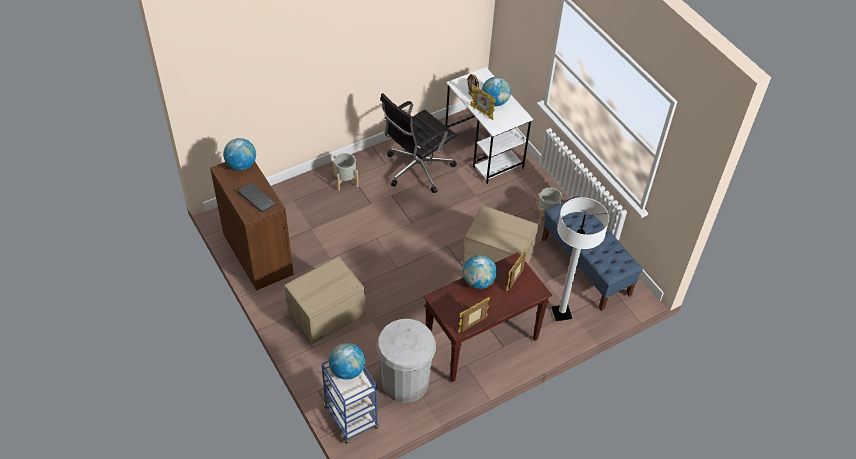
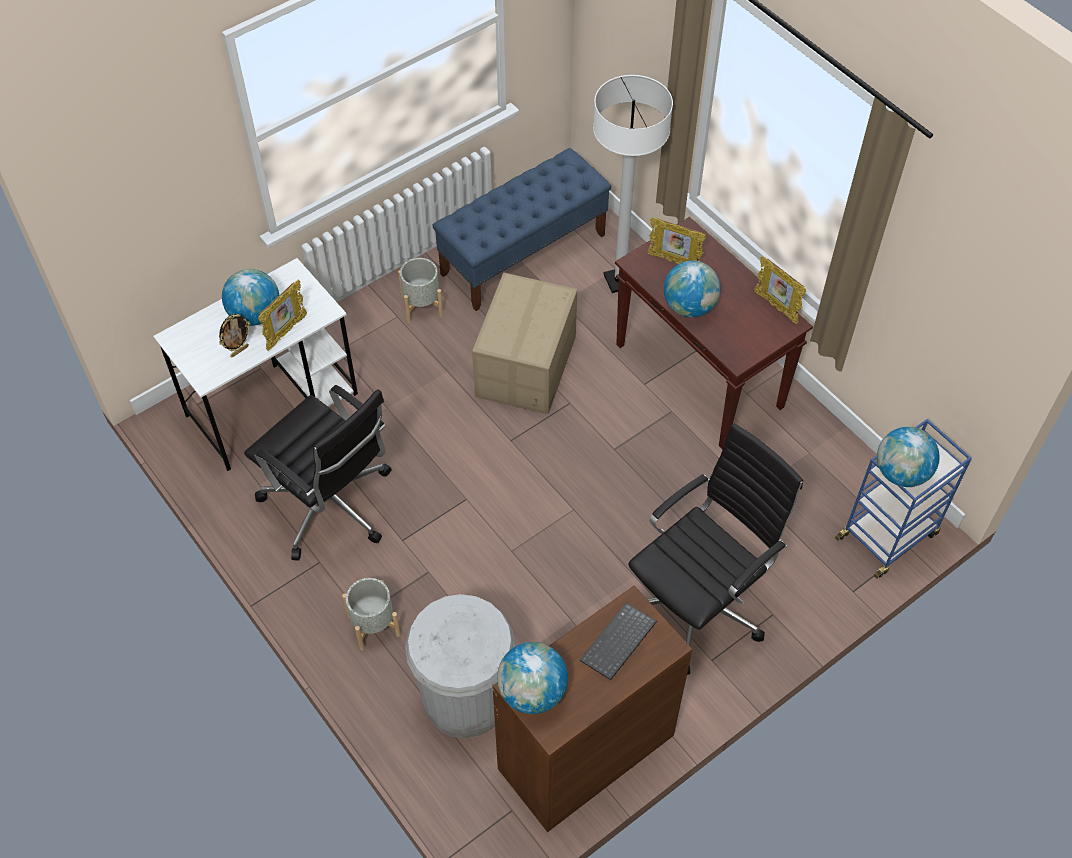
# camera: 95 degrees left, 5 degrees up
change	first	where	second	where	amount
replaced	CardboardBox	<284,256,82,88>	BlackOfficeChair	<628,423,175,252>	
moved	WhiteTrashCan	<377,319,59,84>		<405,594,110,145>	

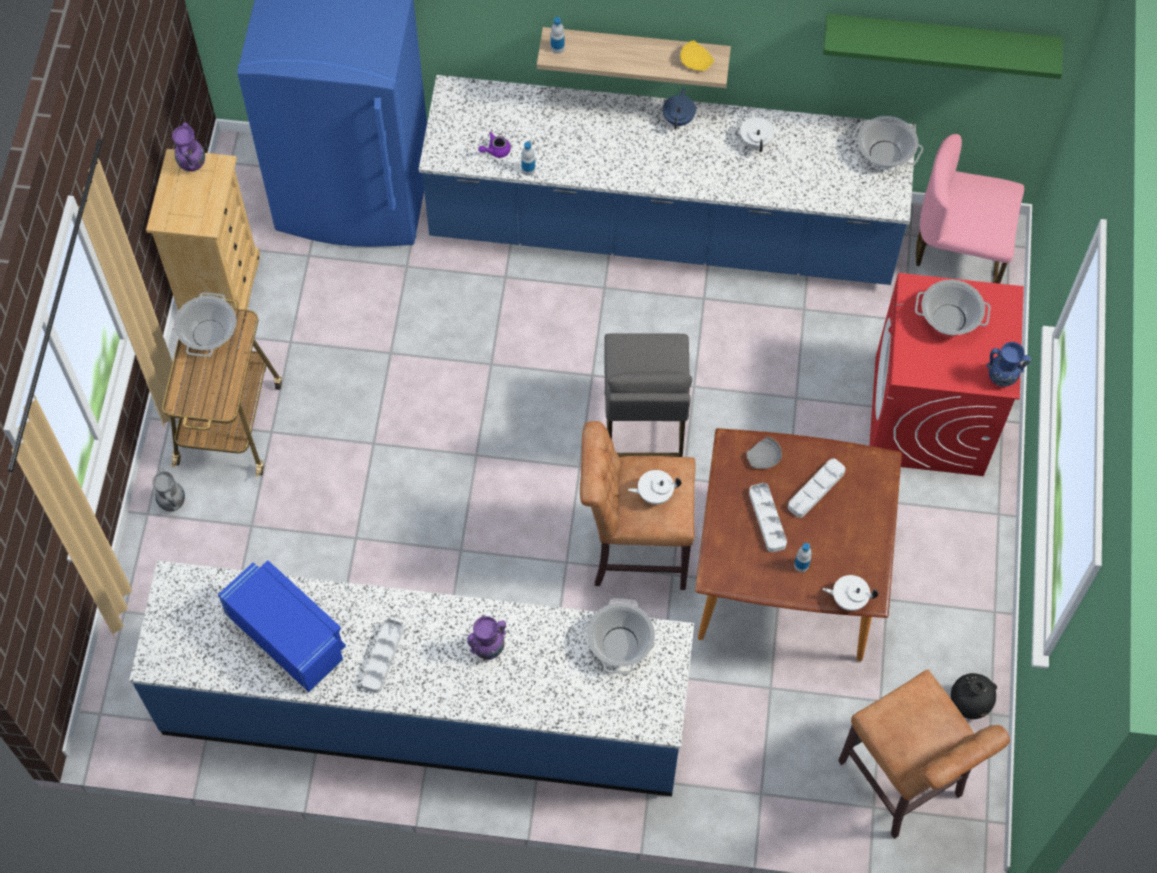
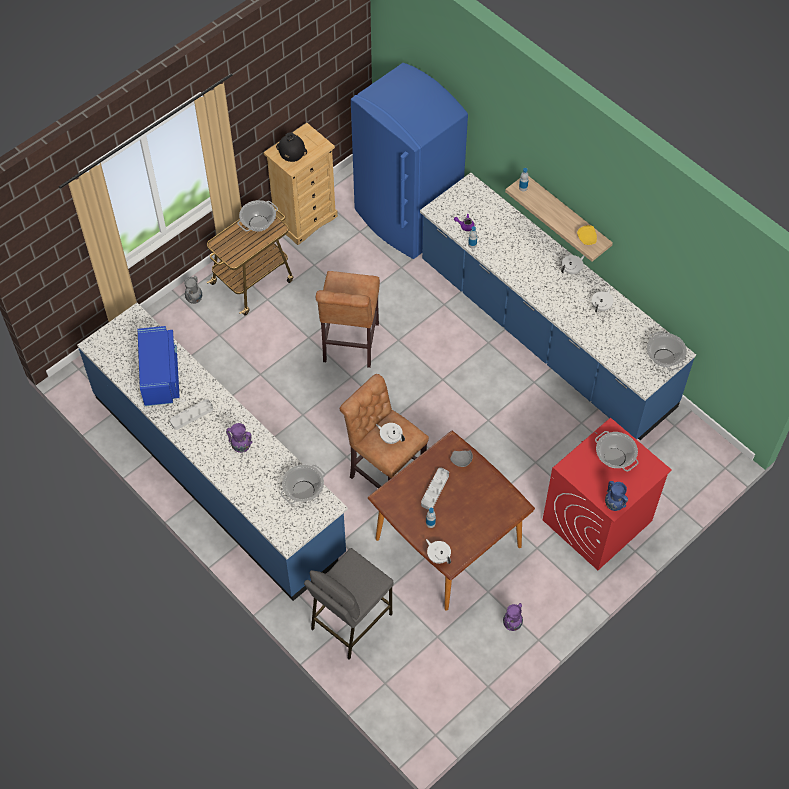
# camera: 40 degrees right, 5 degrees down
change	first	where	second	where	amount
removed	GreenShelf	<823,14,240,65>			
recoloured	BlueTeapot	<663,88,33,42>	WhiteTeapot	<561,255,24,19>	
moved	PurpleVase	<172,123,33,49>		<503,603,20,28>	
removed	PinkChair	<916,134,108,150>			
moved	GreyStool	<604,333,88,124>		<304,548,90,112>	
removed	GreyTray	<788,459,57,59>			
moved	BrownStool	<838,670,172,169>		<316,271,64,97>	
moved	BlackVase	<951,673,46,46>		<276,132,31,30>	

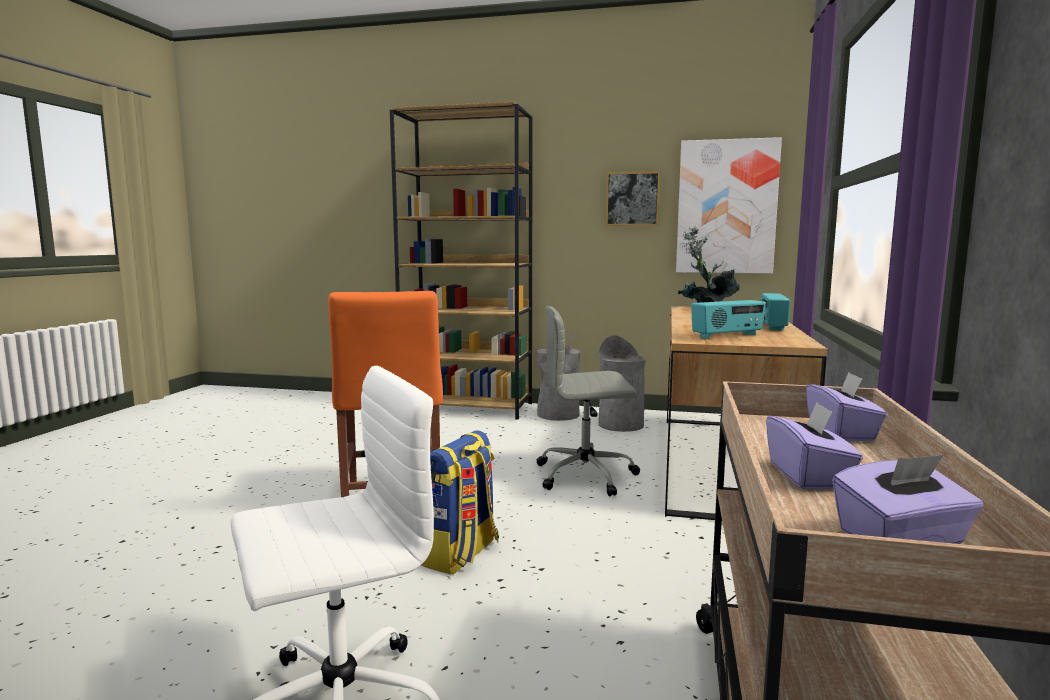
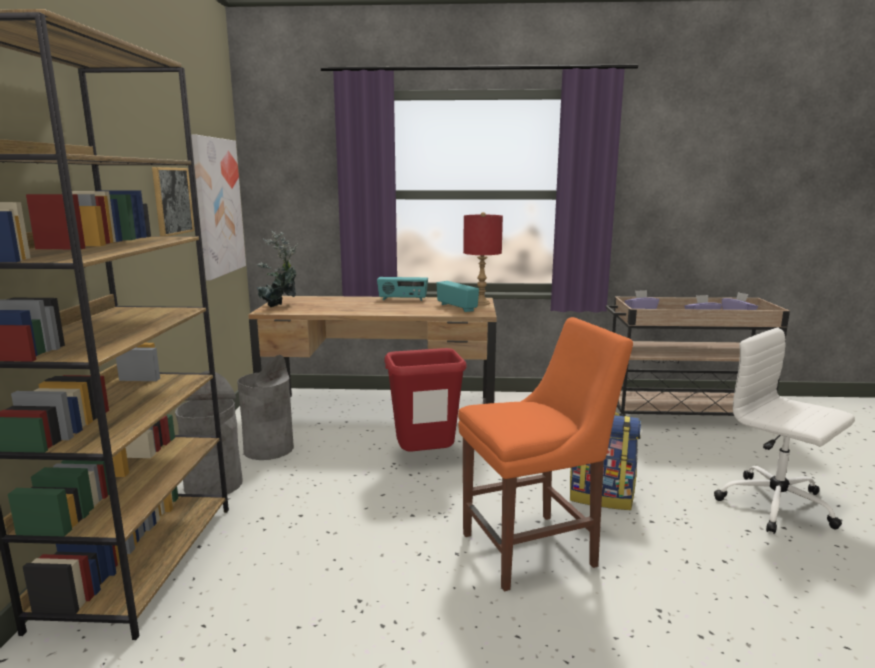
# camera: 100 degrees left, 5 degrees up
change	first	where	second	where	amount
replaced	GreyOfficeChair	<537,306,103,191>	RedTrashCan	<384,348,83,103>	
added			RedTableLamp	<463,212,40,93>	

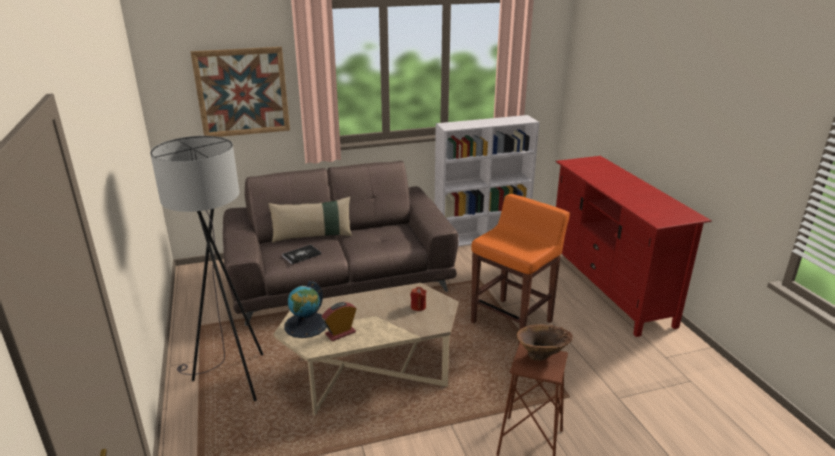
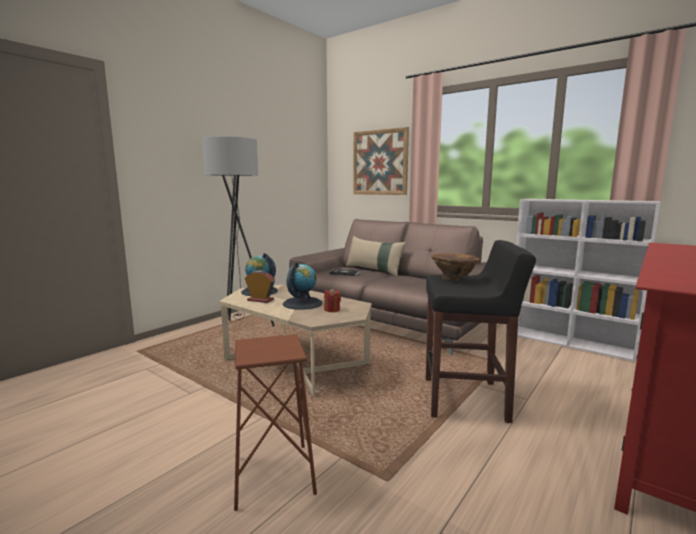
# camera: 55 degrees right, 15 degrees down
change	first	where	second	where	amount
recoloured	OrangeStool	<471,194,99,151>	BlackStool	<426,240,110,183>	
moved	BrownVase	<517,324,56,37>		<431,253,49,28>	
added			Globe	<283,262,39,48>	

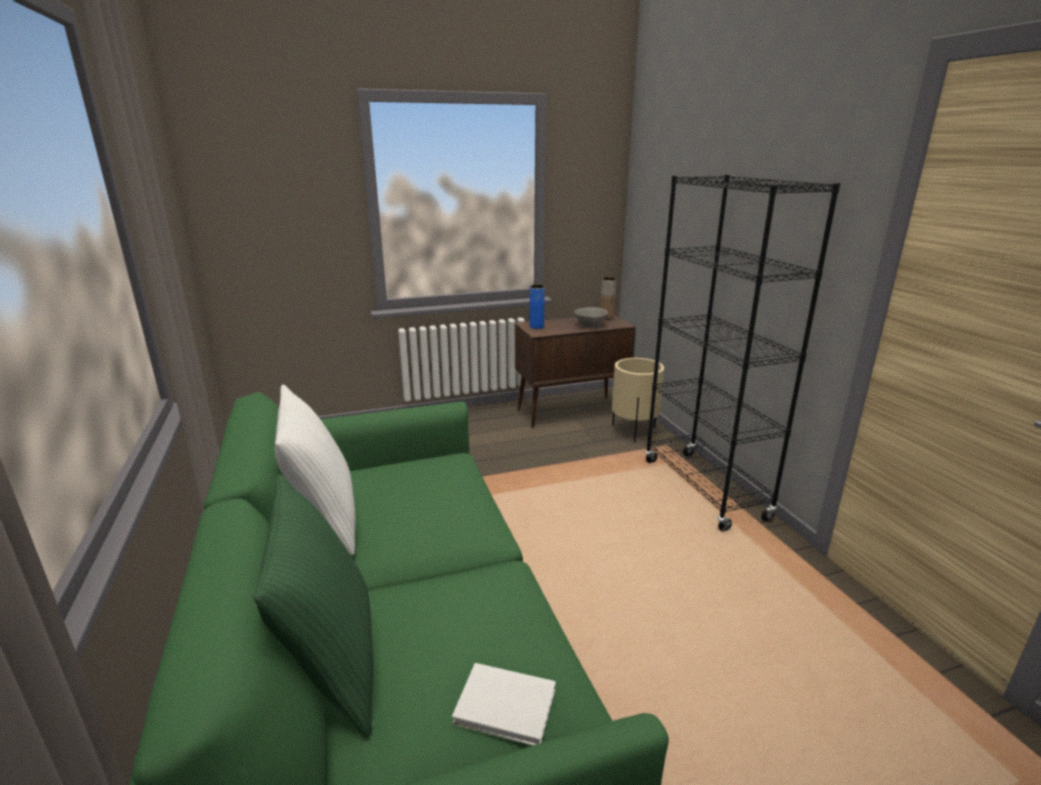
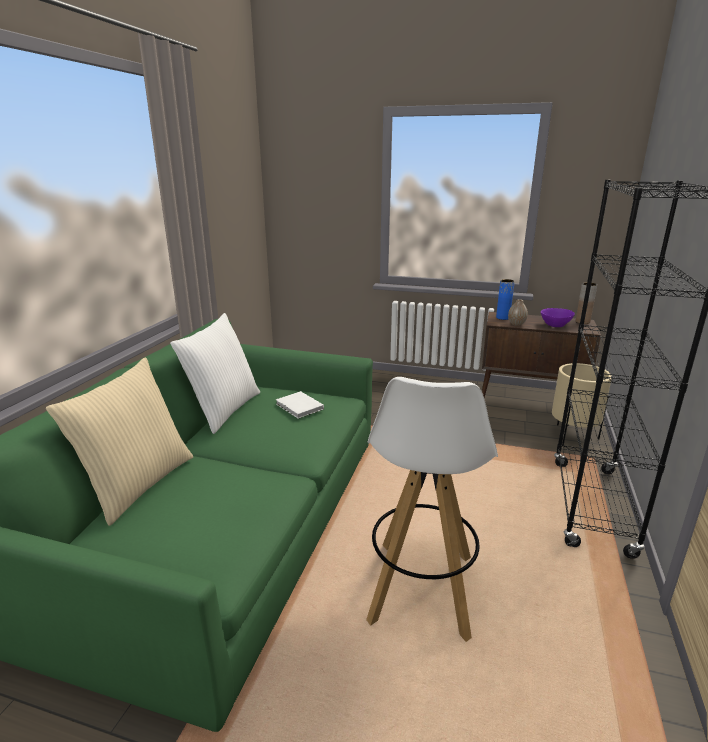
# camera: 35 degrees right, 0 degrees up
change	first	where	second	where	amount
recoloured	GreyBowl	<575,307,33,20>	PurpleBowl	<541,308,34,19>	
recoloured	GreenPillow	<254,474,119,263>	BeigePillow	<46,357,147,169>	
moved	WhiteBook	<452,663,104,83>		<276,391,48,28>	
added			Vase	<508,299,20,27>	
added			WhiteStool	<366,377,132,265>	

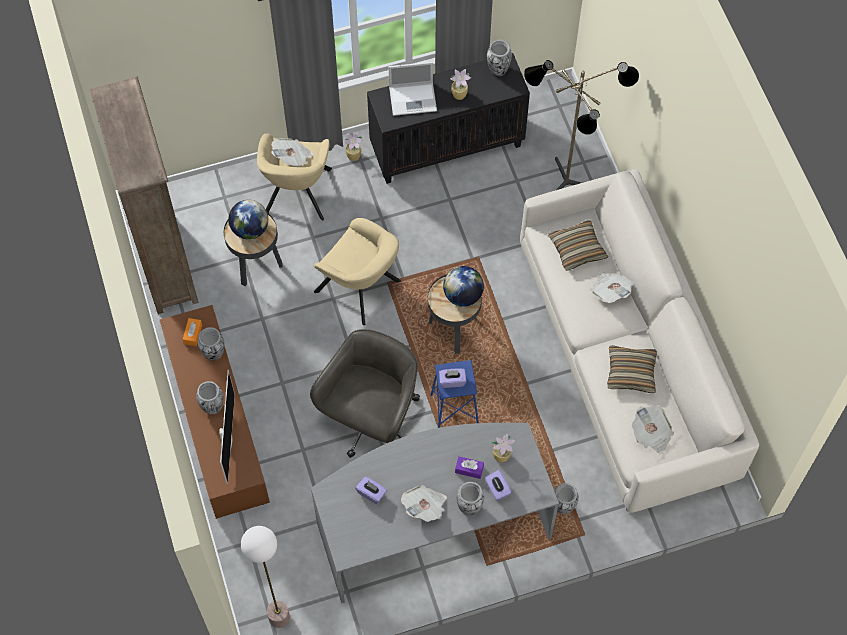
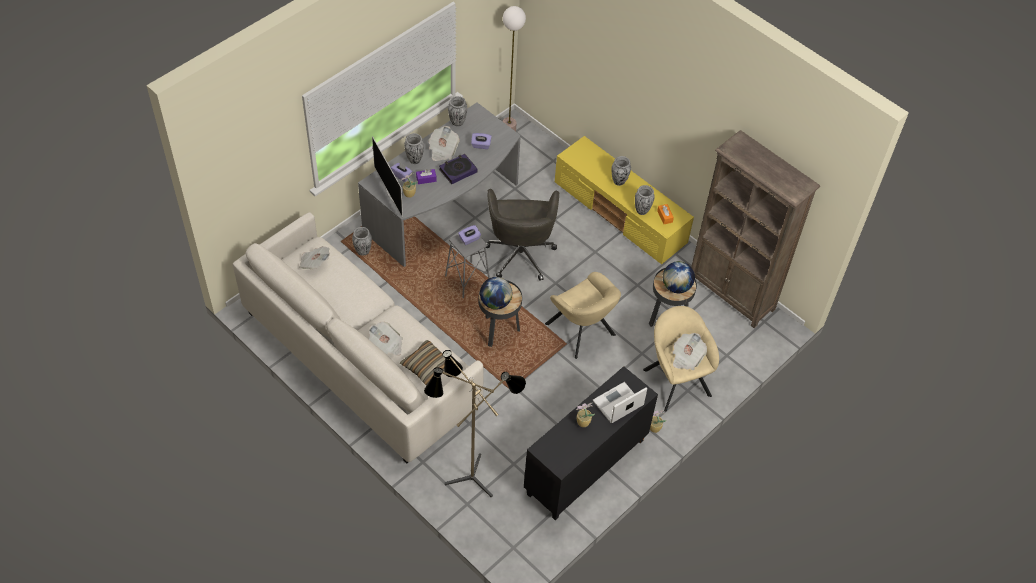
# camera: 150 degrees right, 10 degrees down
change	first	where	second	where	amount
moved	Vase	<487,40,25,36>		<448,96,19,30>	
turned	BeigeArmchair	<314,218,87,107>		<545,272,76,87>	135 degrees counterclockwise
recoloured	BrownTvStand	<160,305,110,214>	YellowTvStand	<555,136,139,128>	
removed	Pillow	<607,345,50,48>			
recoloured	BlueStool	<430,360,49,68>	GreyStool	<445,234,45,64>	
moved	Television	<219,370,16,115>		<372,136,31,81>	
added			Book	<439,154,39,30>	

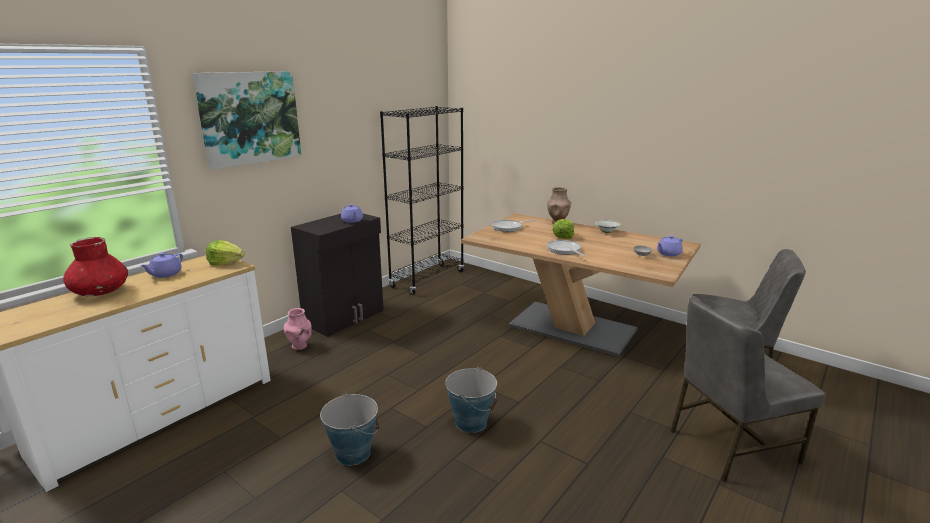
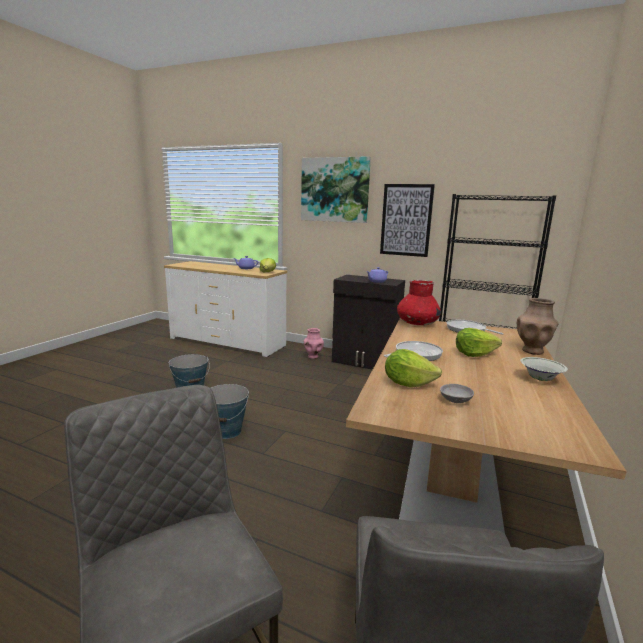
# camera: 75 degrees right, 5 degrees down
change	first	where	second	where	amount
removed	PurpleTeapot	<657,235,26,21>			
moved	RedVase	<63,237,65,59>		<397,279,44,46>	
added			Picture	<380,184,55,73>	
added			Lettuce	<385,349,57,38>	

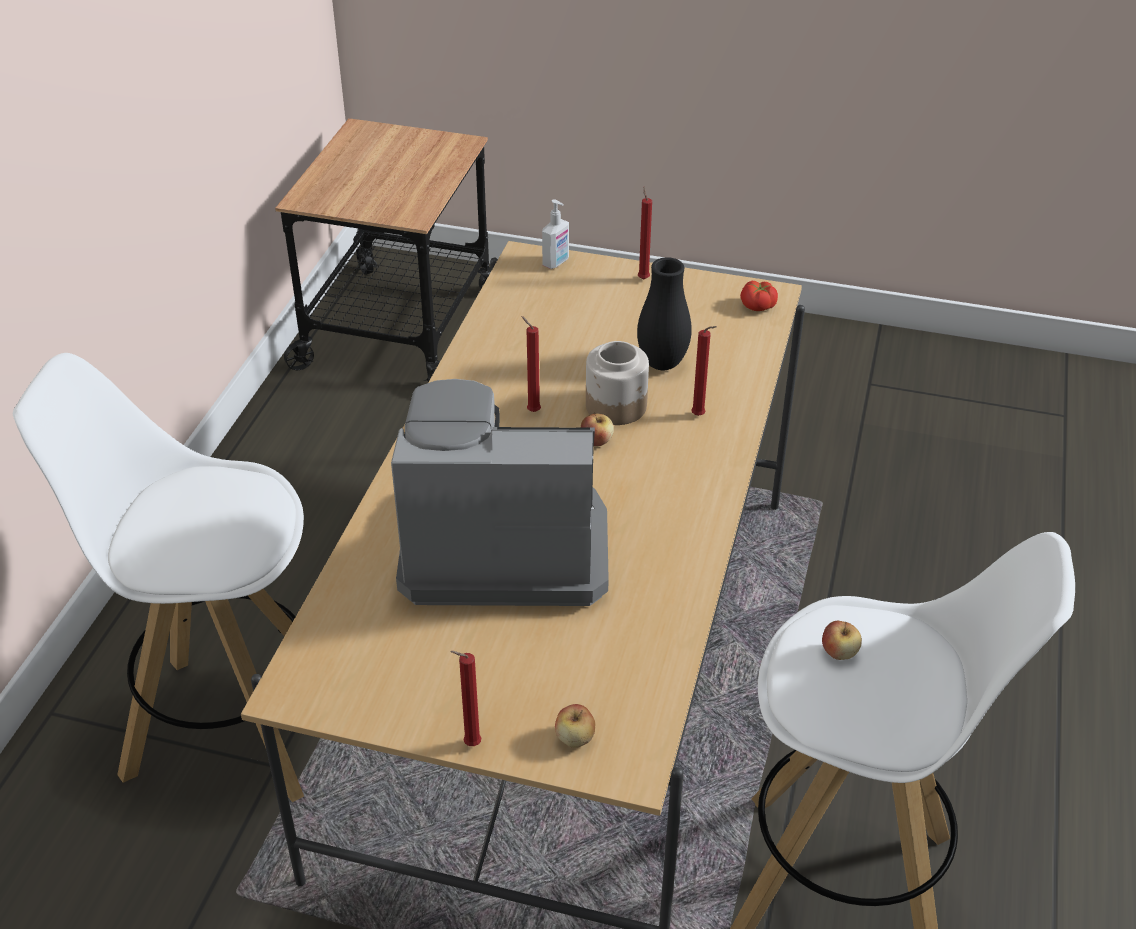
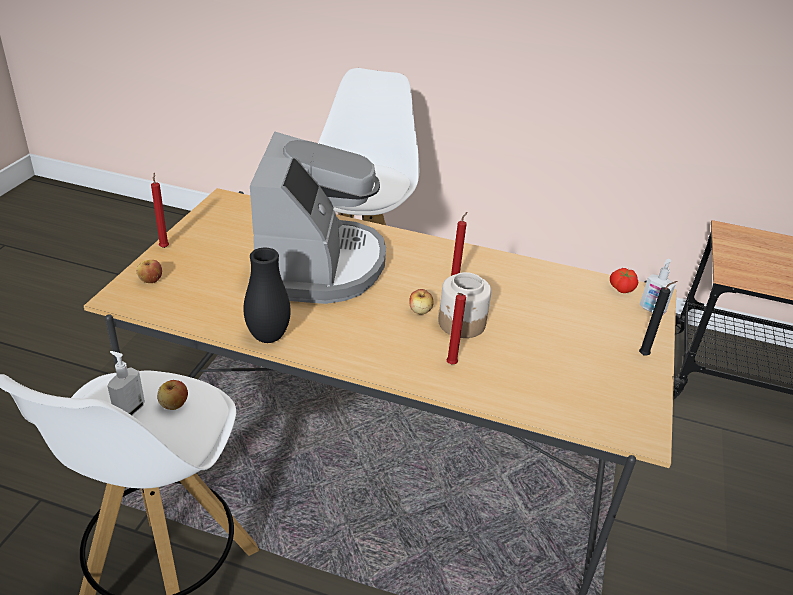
# camera: 90 degrees right, 5 degrees down
change	first	where	second	where	amount
recoloured	RedCandle	<638,186,14,93>	BlackCandle	<639,281,38,74>	
moved	BlackVase	<637,257,55,113>		<244,248,47,95>	
moved	Tomato	<740,281,38,30>		<610,268,28,25>	
added			SoapDispenser	<108,351,37,64>	

